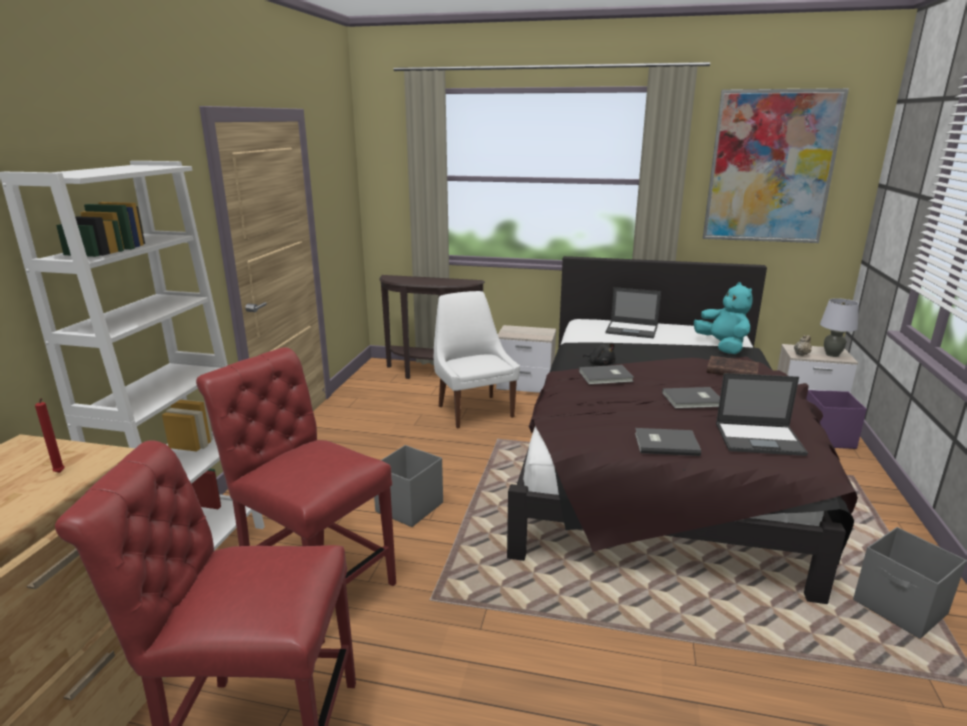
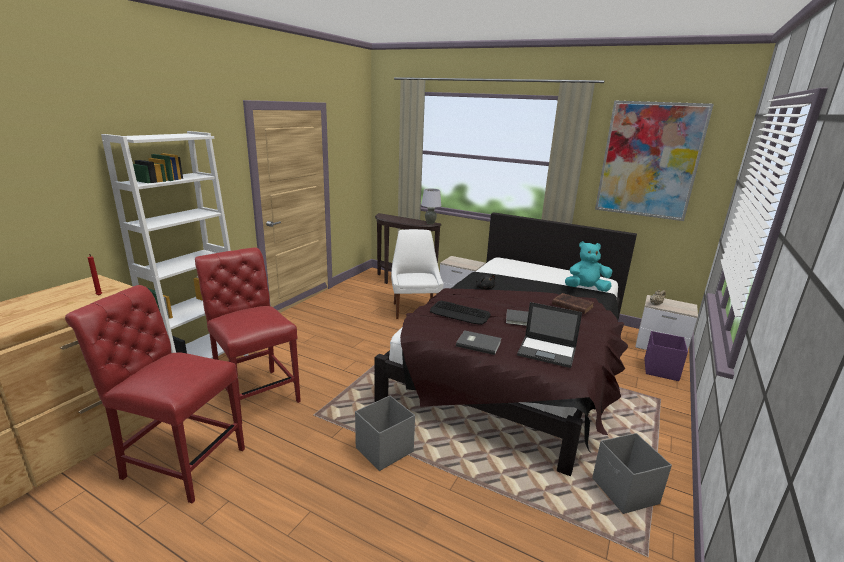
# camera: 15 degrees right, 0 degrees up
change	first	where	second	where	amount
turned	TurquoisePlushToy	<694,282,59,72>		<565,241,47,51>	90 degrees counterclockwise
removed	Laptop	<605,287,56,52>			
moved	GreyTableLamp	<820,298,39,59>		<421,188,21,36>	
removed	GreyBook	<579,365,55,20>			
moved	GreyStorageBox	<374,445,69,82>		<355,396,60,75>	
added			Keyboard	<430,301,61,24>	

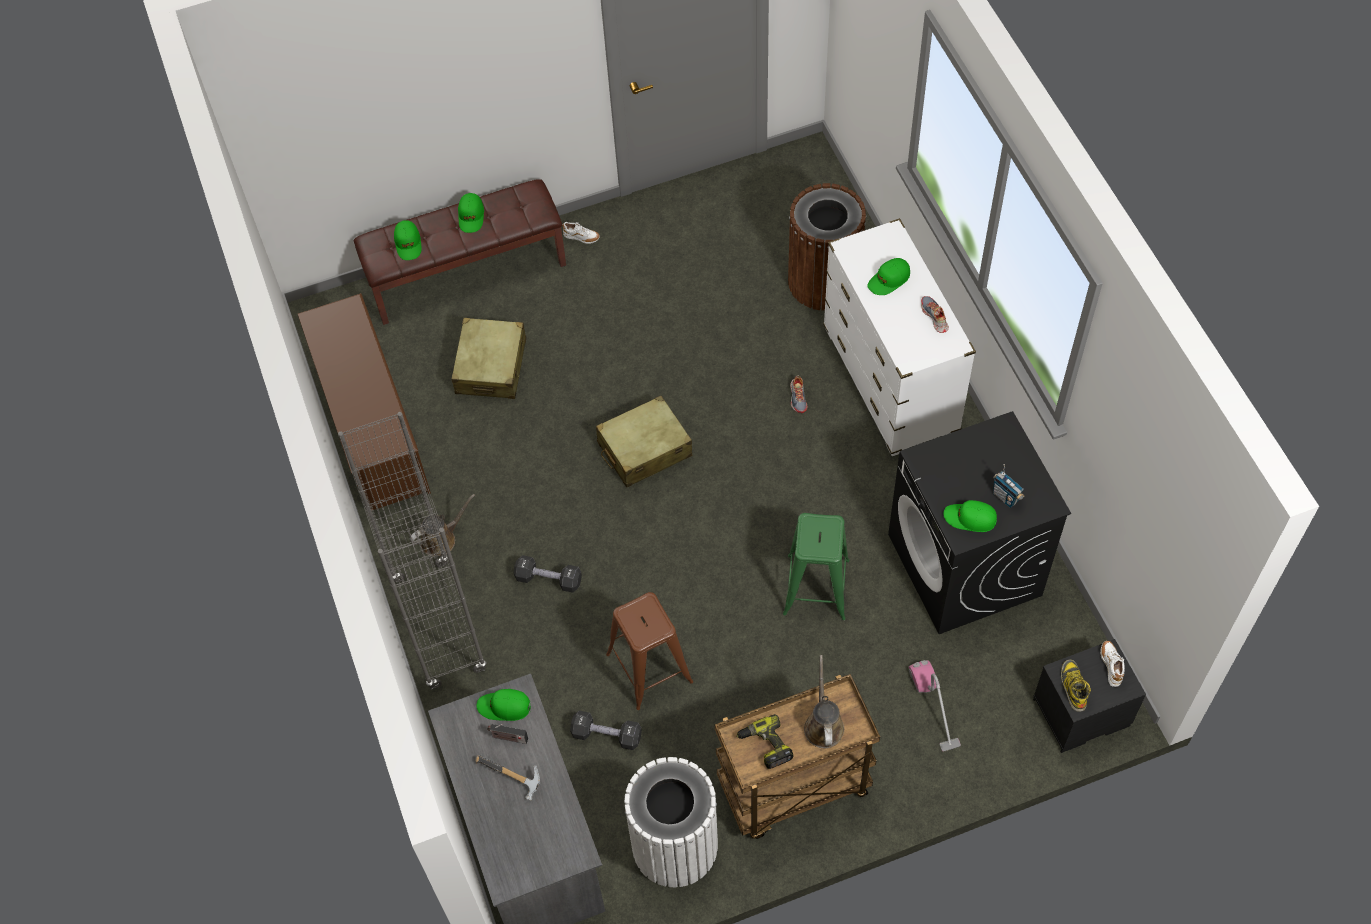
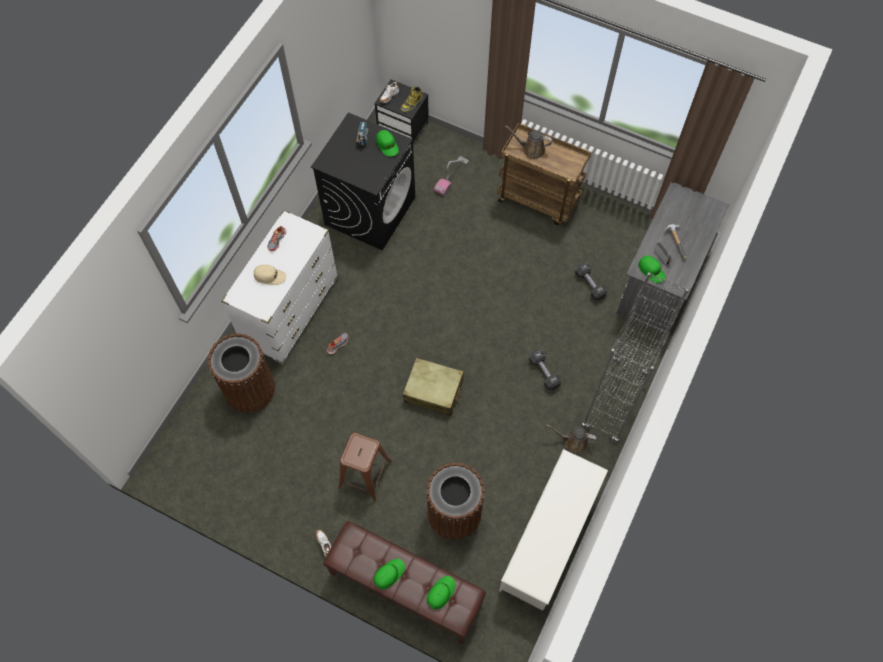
# camera: 135 degrees left, 5 degrees up
change	first	where	second	where	amount
recoloured	GreenCap	<867,258,43,37>	BeigeCap	<254,265,32,20>	
recoloured	BrownShoeRack	<298,293,133,217>	WhiteShoeRack	<499,449,109,161>	
replaced	BeigeSuitcase	<452,318,74,81>	BrownTrashCan	<426,462,59,78>	
removed	GreenStool	<783,513,66,107>			
moved	BrownStool	<606,592,87,118>		<338,433,54,69>	
turned	BrownWateringCan	<804,655,41,93>		<505,125,47,34>	60 degrees clockwise
removed	PowerDrill	<736,714,58,55>			
removed	WhiteTrashCan	<624,757,94,130>			

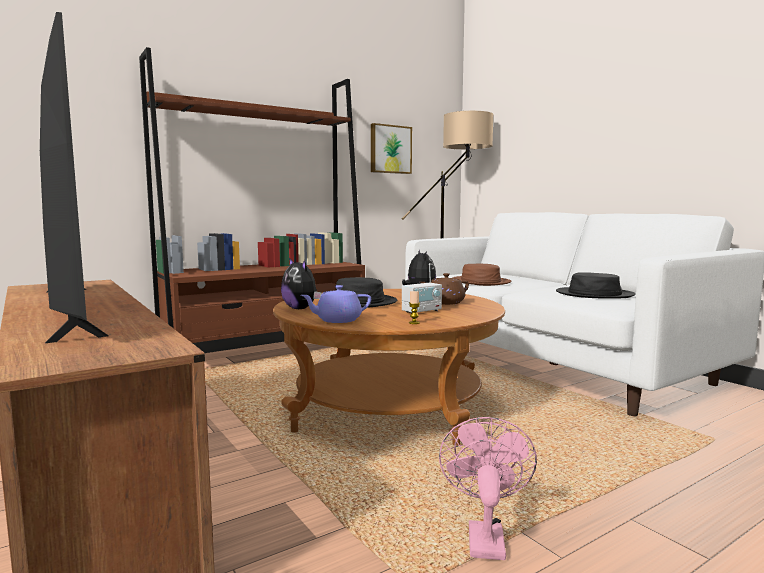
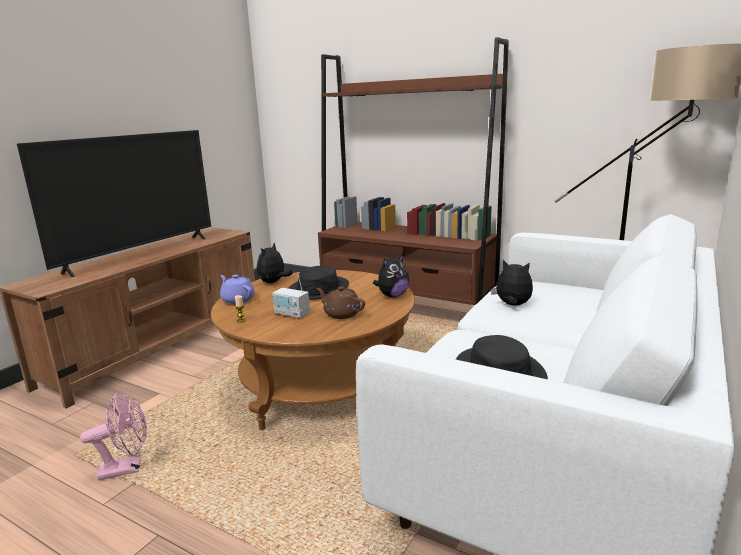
# camera: 65 degrees right, 10 degrees up
change	first	where	second	where	amount
removed	Picture	<371,123,41,51>			
replaced	BrownHat	<452,264,59,22>	PlushToy	<491,260,42,46>	

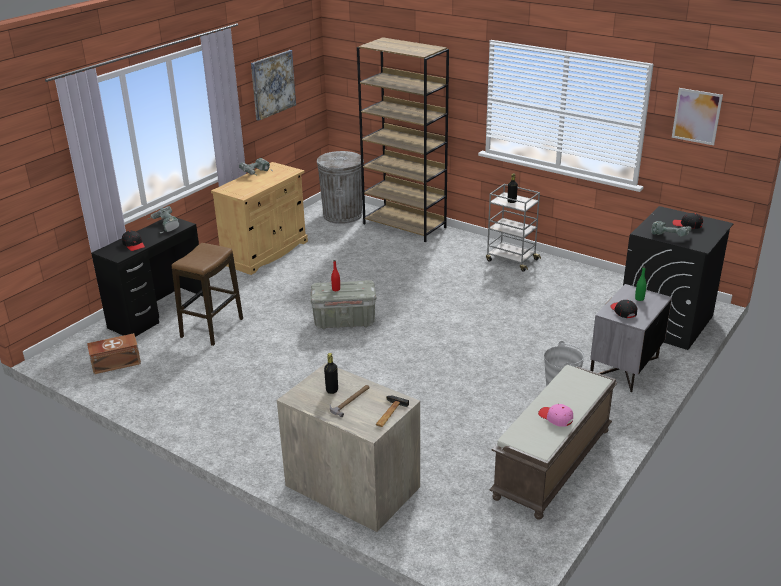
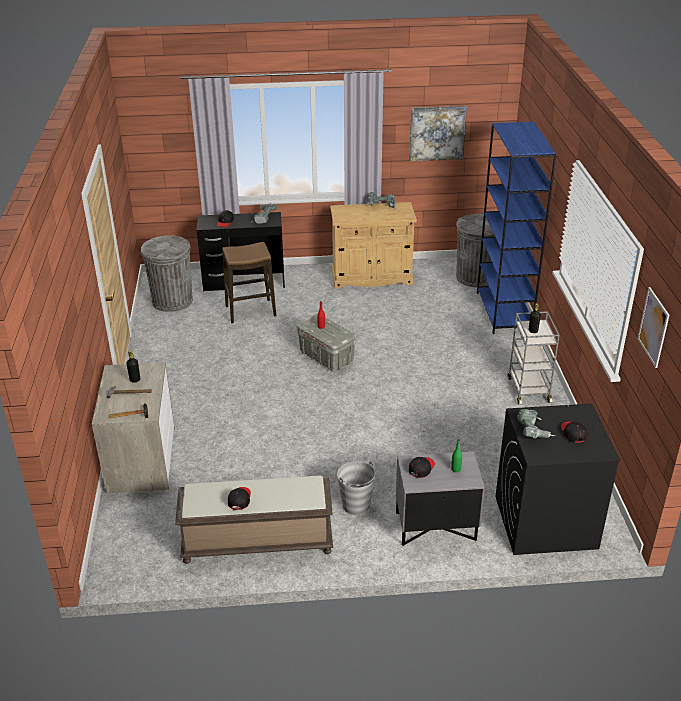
# camera: 50 degrees right, 5 degrees up
change	first	where	second	where	amount
recoloured	BrownBookcase	<357,37,92,205>	BlueBookcase	<477,122,79,212>	
replaced	BrownStorageBox	<87,333,54,41>	GreyTrashCan	<141,235,52,77>	
recoloured	PinkCap	<538,404,35,23>	BlackCap	<228,487,23,23>	

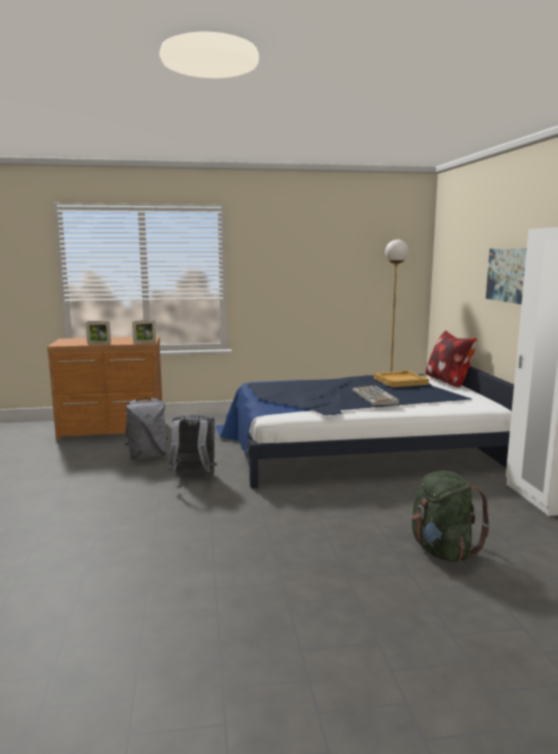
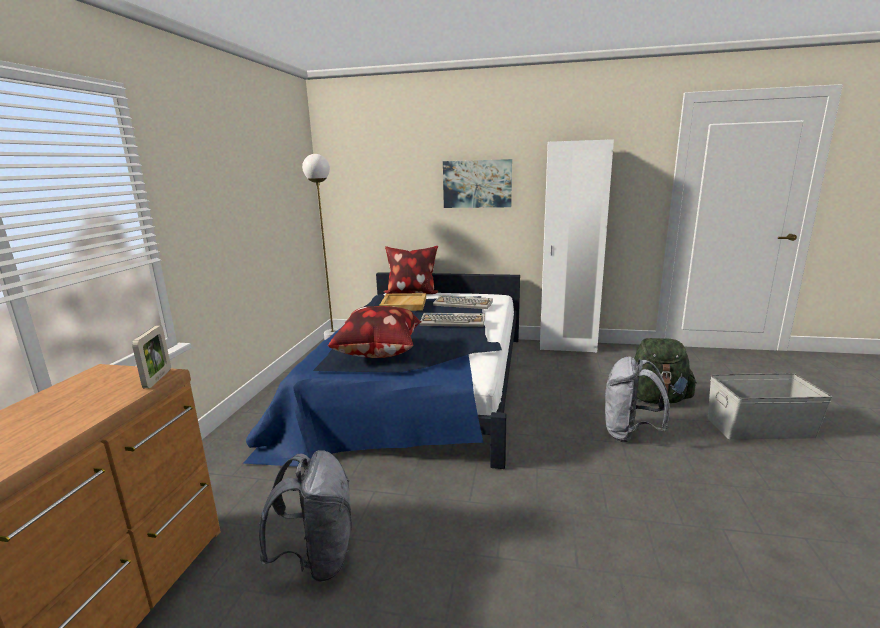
# camera: 70 degrees left, 5 degrees up
change	first	where	second	where	amount
removed	PictureFrame	<86,321,25,23>			
moved	GreyBackpack	<168,415,49,63>		<605,356,65,86>	
added			Keyboard	<433,295,60,14>	
added			Pillow	<328,306,93,52>	
added			GreyStorageBox	<708,373,125,66>	

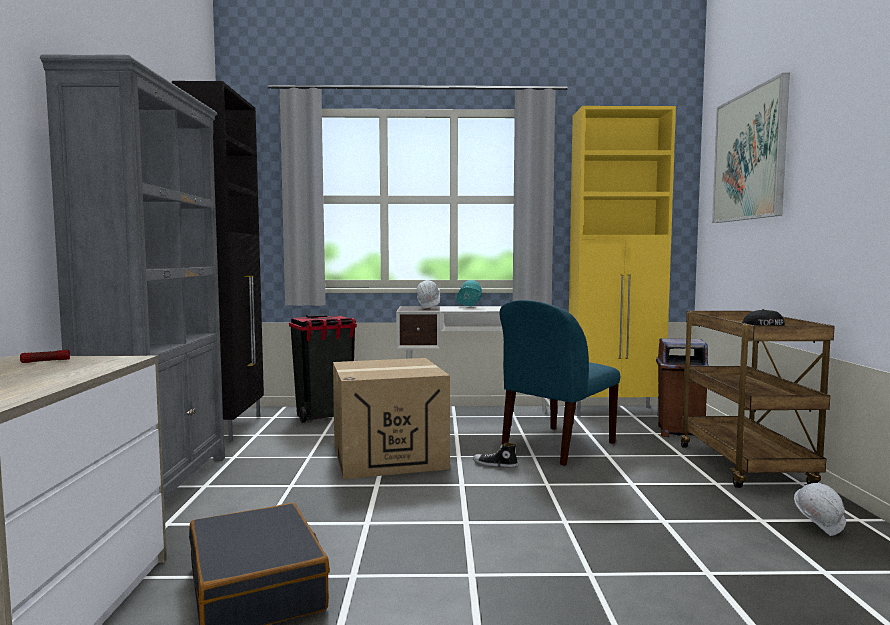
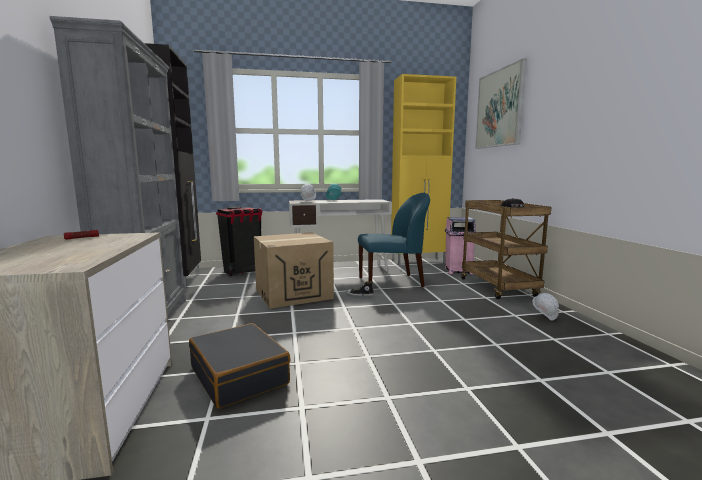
# camera: 10 degrees left, 5 degrees up
change	first	where	second	where	amount
turned	BlueChair	<499,300,121,166>		<358,193,72,94>	135 degrees counterclockwise
recoloured	BrownTrashCan	<656,338,53,99>	PinkTrashCan	<445,217,31,57>	

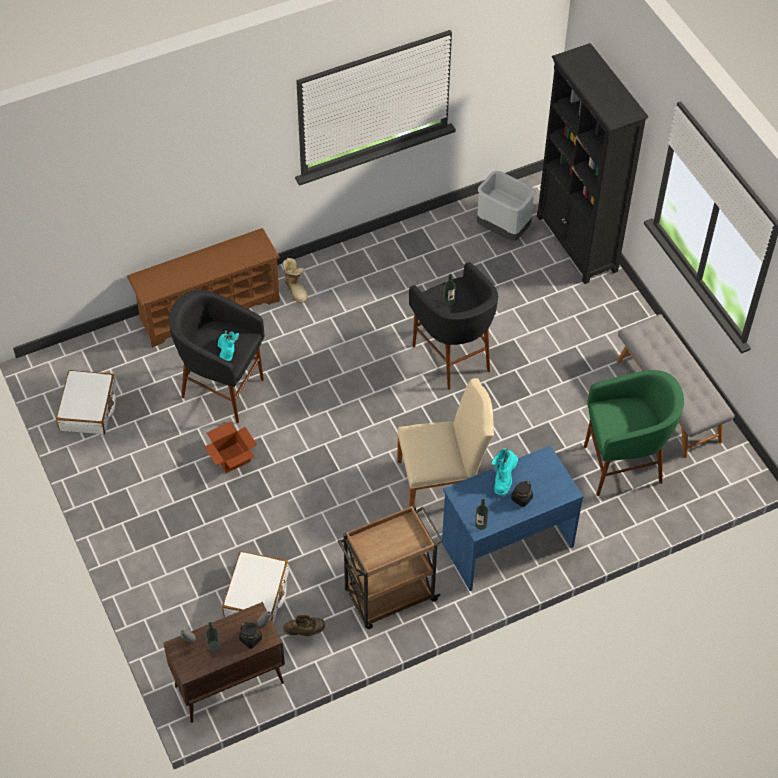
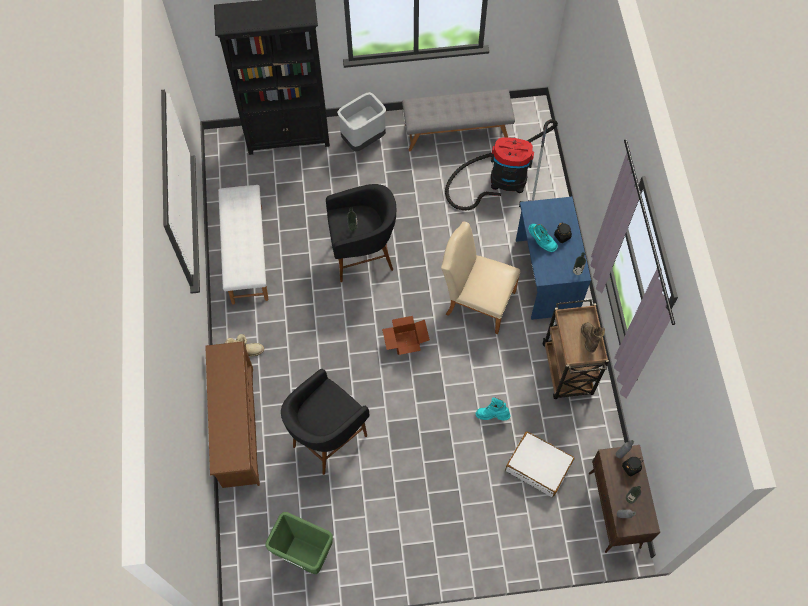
# camera: 70 degrees left, 10 degrees up
change	first	where	second	where	amount
moved	GreyTrashCan	<477,171,59,70>		<337,92,49,60>	
moved	TurquoiseBoot	<218,330,21,31>		<476,397,34,23>	
replaced	WhiteSuitcase	<56,370,60,64>	GreenTrashCan	<265,512,68,62>	
replaced	GreenStool	<584,370,100,126>	VacuumCleaner	<445,119,113,91>	
turned	BeigeChair	<397,378,97,129>		<441,221,79,113>	75 degrees counterclockwise
moved	CardboardBox	<204,421,53,52>		<382,316,48,39>	
moved	BrownBoot	<283,615,42,21>		<581,322,24,31>	
added			WhiteBench	<218,185,50,120>	

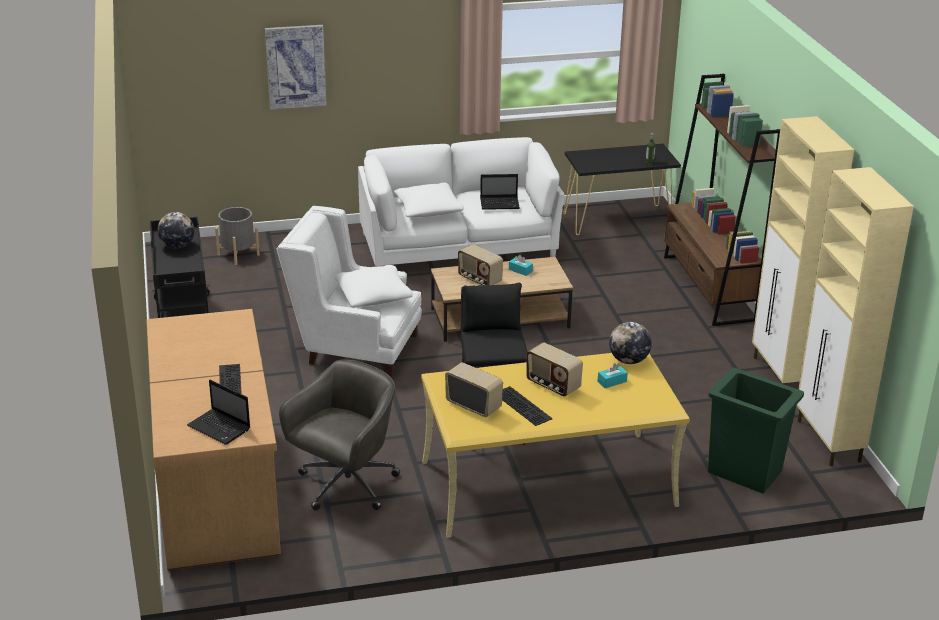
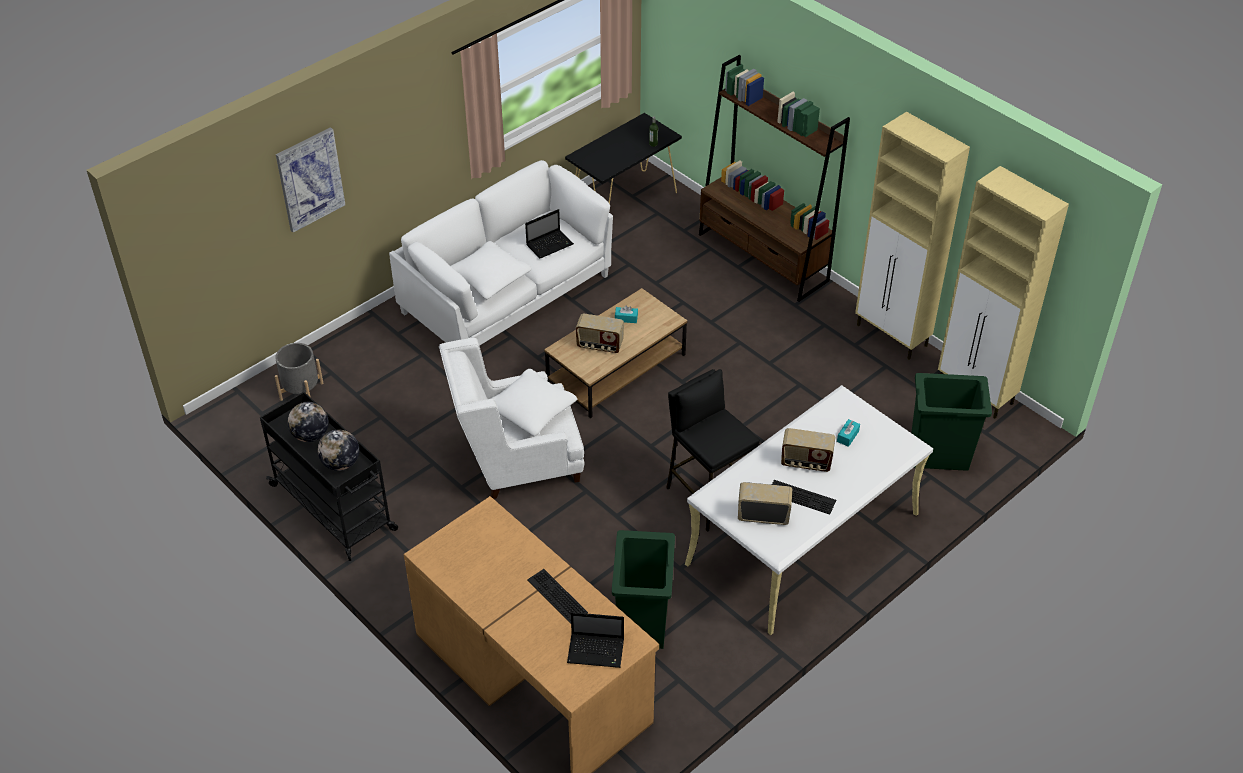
# camera: 30 degrees left, 15 degrees up
change	first	where	second	where	amount
moved	Globe	<609,322,43,42>		<318,430,41,41>	
recoloured	YellowDesk	<421,353,269,185>	WhiteDesk	<685,385,248,250>	
replaced	GreyOfficeChair	<279,360,121,151>	GreenTrashCan	<612,530,63,119>	

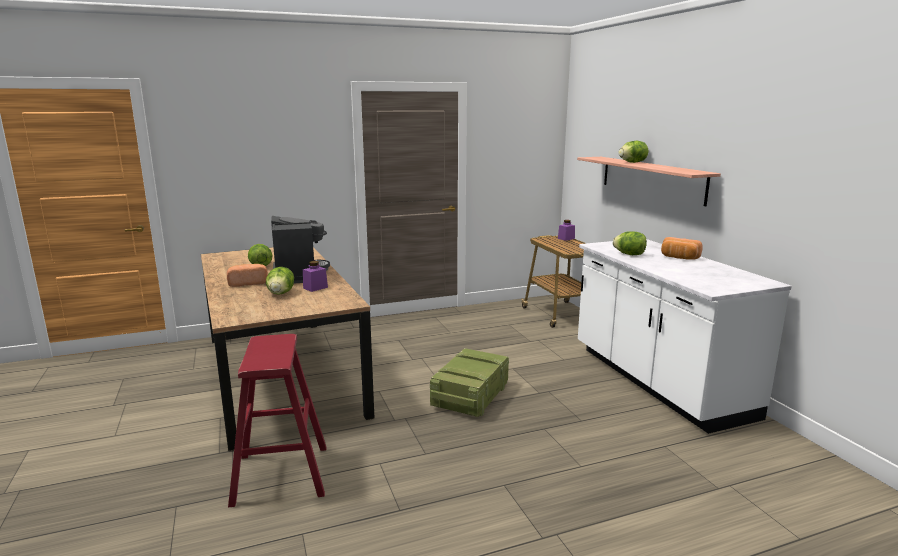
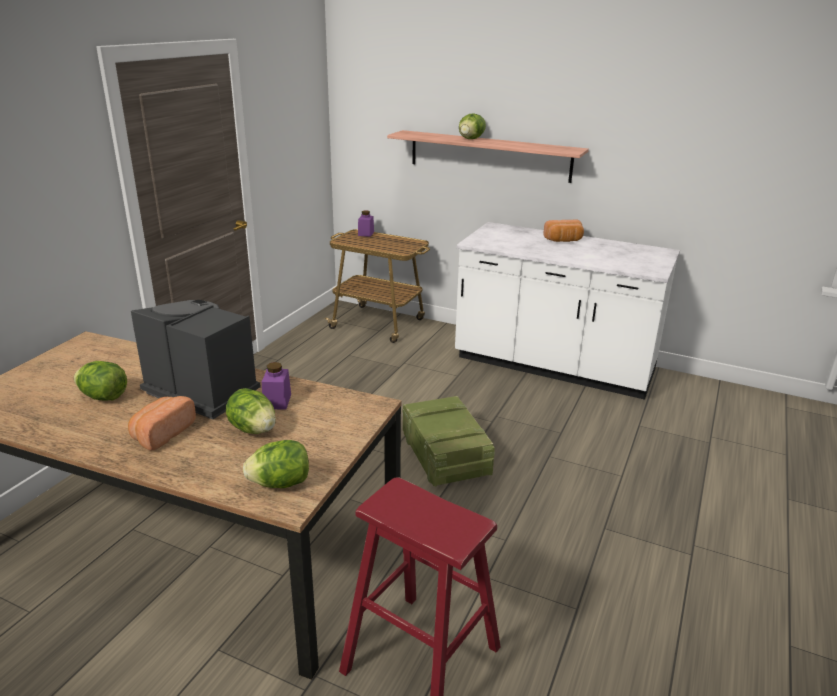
# camera: 45 degrees left, 10 degrees up
change	first	where	second	where	amount
moved	Lettuce	<613,231,34,24>		<243,440,66,48>	

